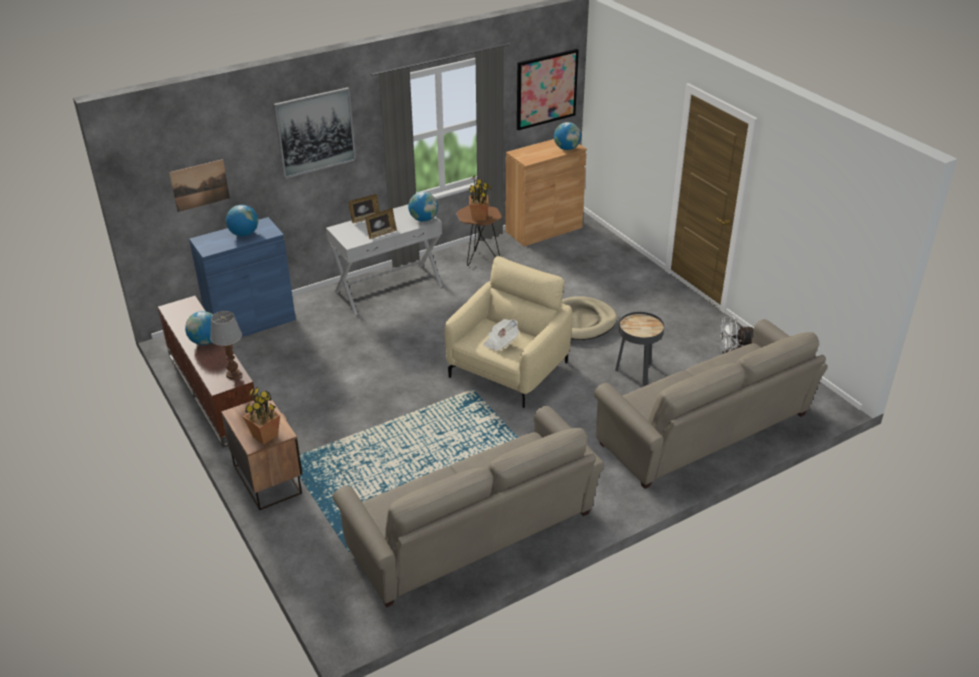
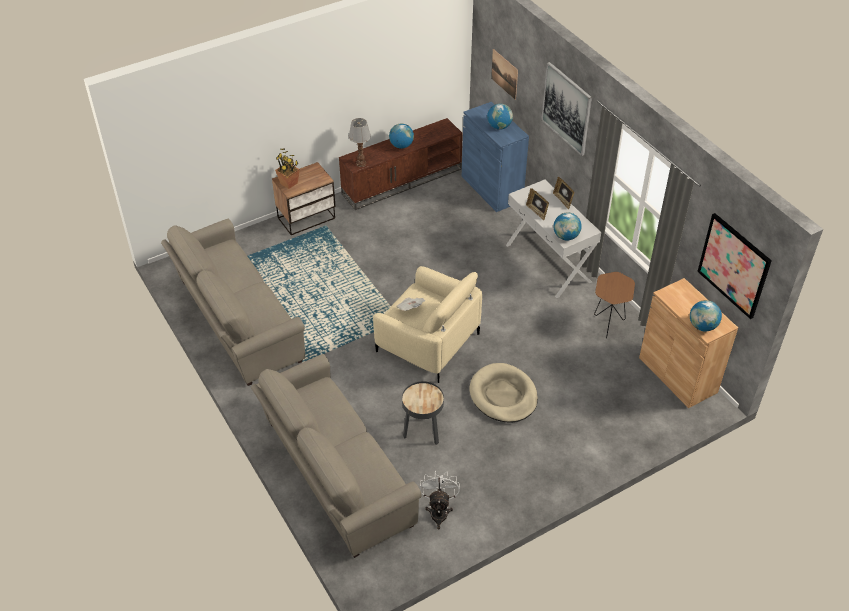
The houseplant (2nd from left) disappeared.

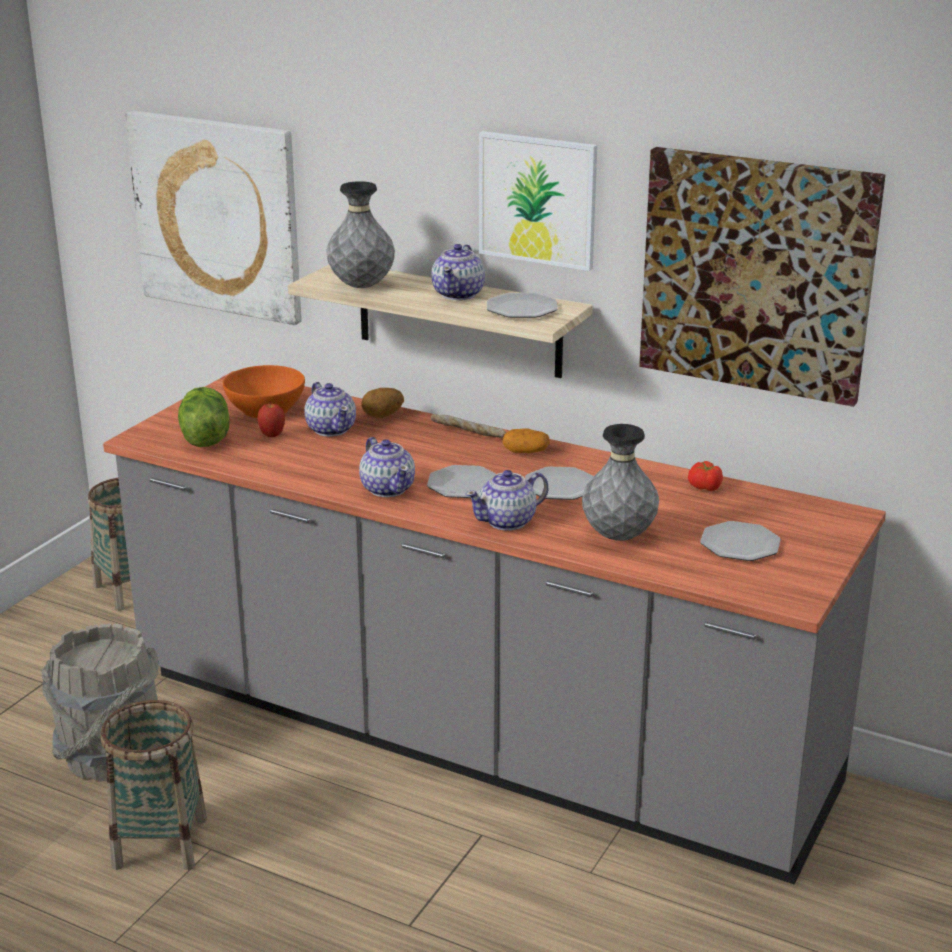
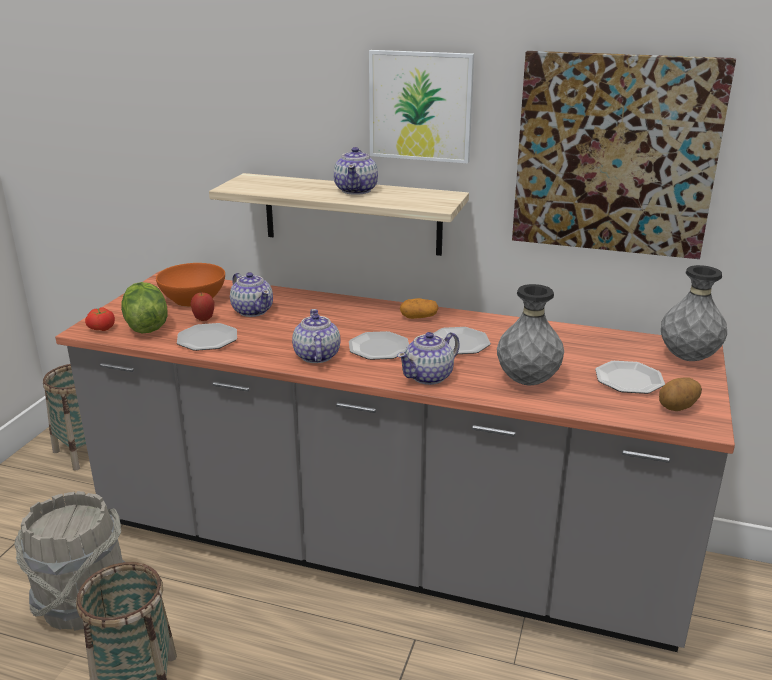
The whole tomato moved.
The dinner plate (2nd from left in the first image) moved.
The tea pot (2nd from left) turned 150 degrees counterclockwise.
The whole potato (1st from left in the first image) moved.
The gray flower vase (1st from left in the first image) moved.
The wall art (1st from left) disappeared.
The baked bread disappeared.

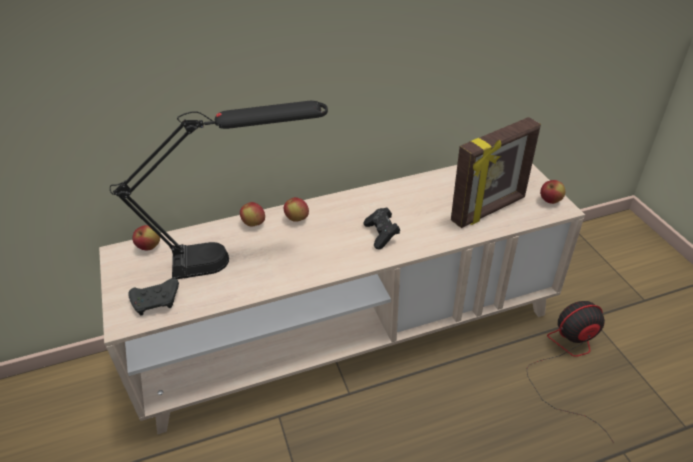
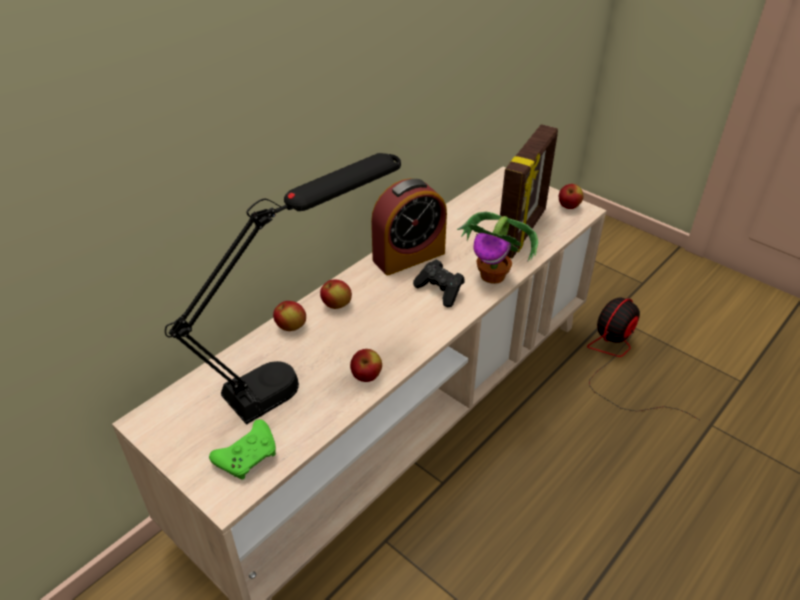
The black gamepad (1st from left) became the green gamepad.
The apple (1st from left in the first image) moved.
The table clock appeared.
The houseplant appeared.

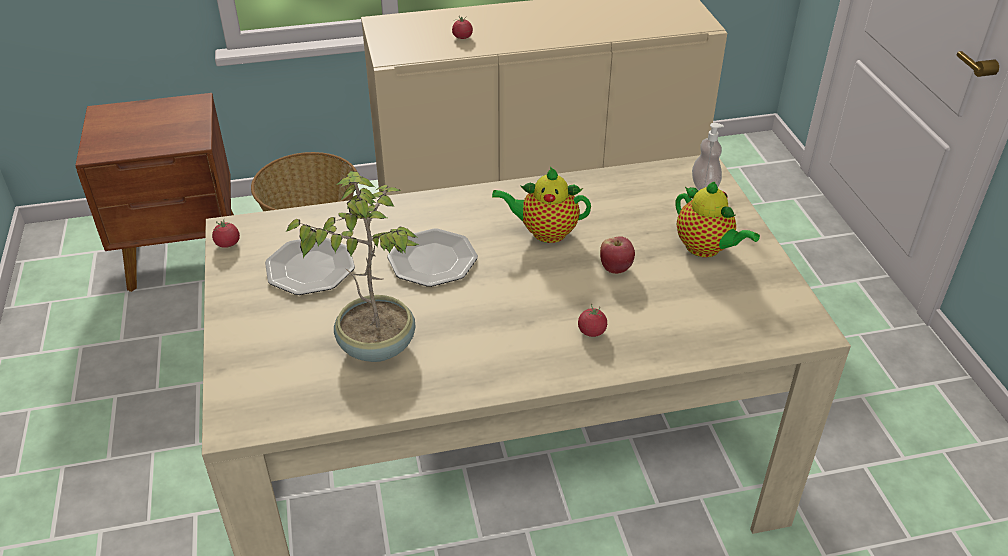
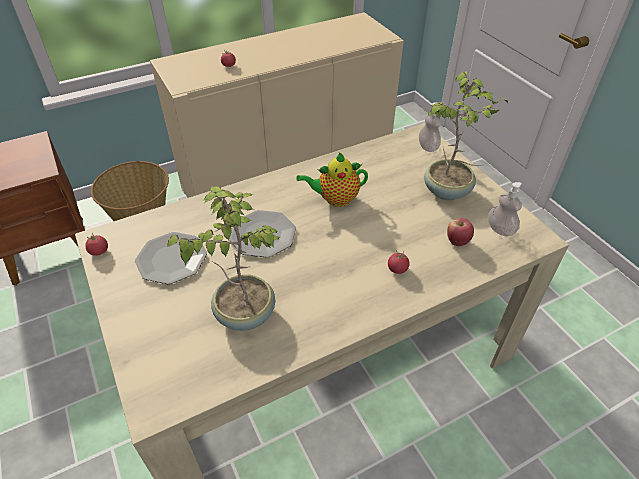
The tea pot (2nd from left) was replaced by the houseplant (2nd from left).
The apple moved.
The soap dispenser (2nd from left) appeared.

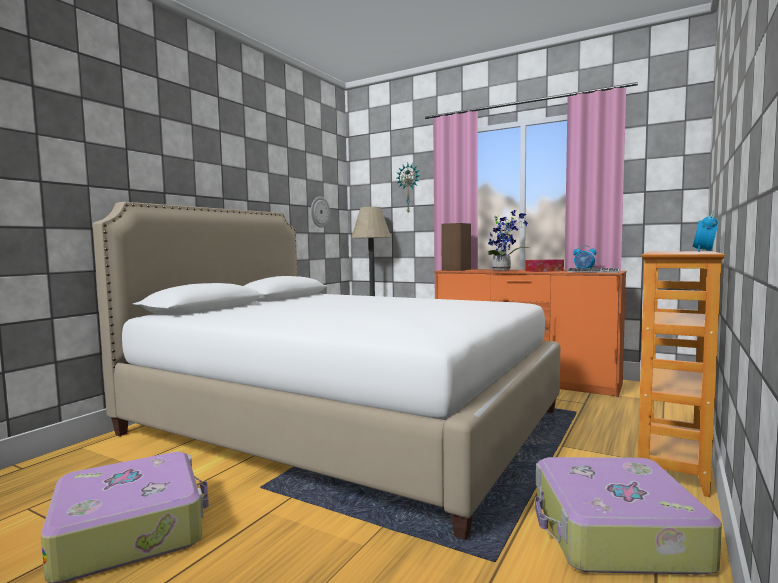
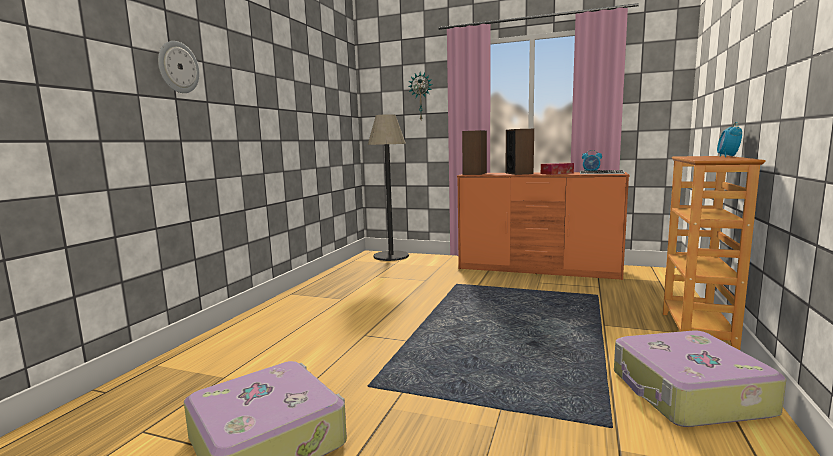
The clock on the wall (1st from left) moved.
The houseplant was replaced by the audio speaker (2nd from left).
The white bedroom bed disappeared.

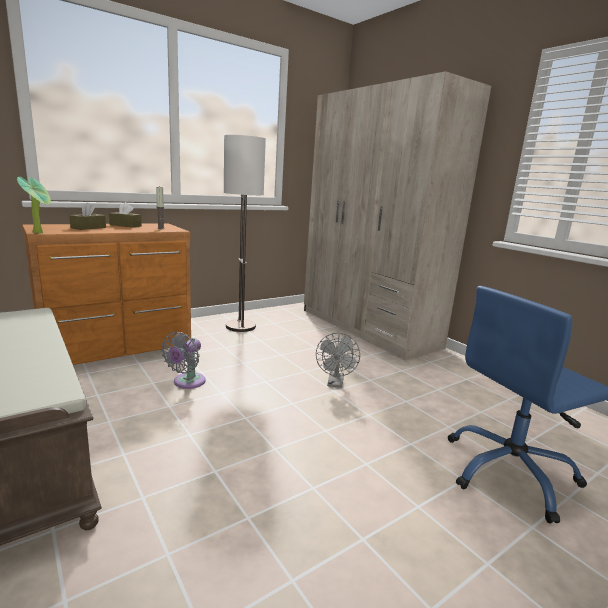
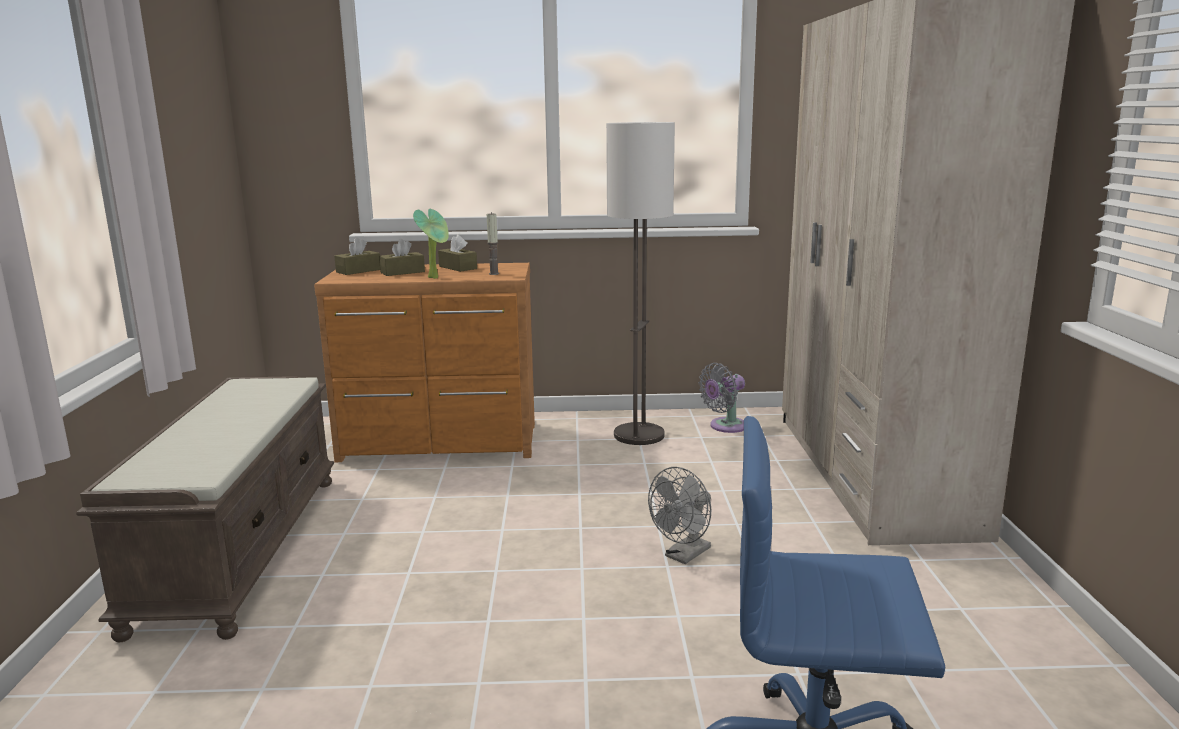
The brown-coloured box of tissues (1st from left) appeared.
The houseplant moved.
The gray electric fan (1st from left in the first image) moved.

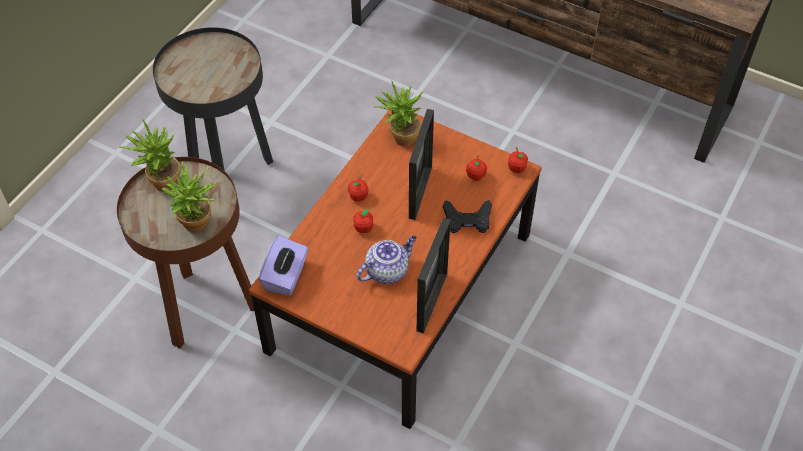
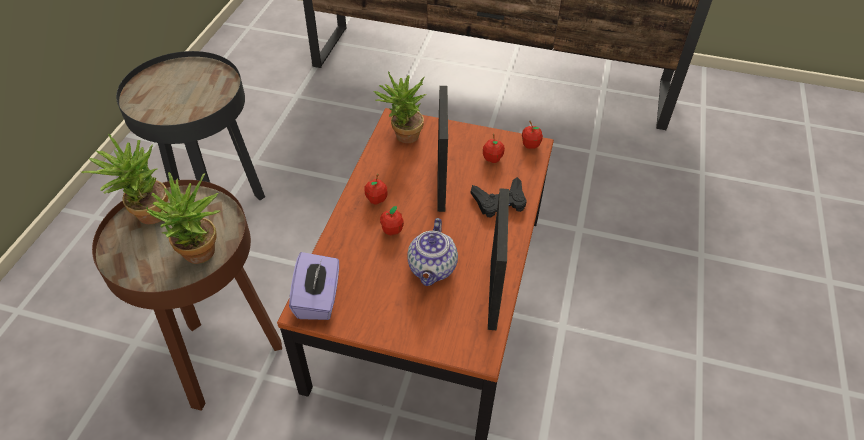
The tea pot turned 150 degrees clockwise.

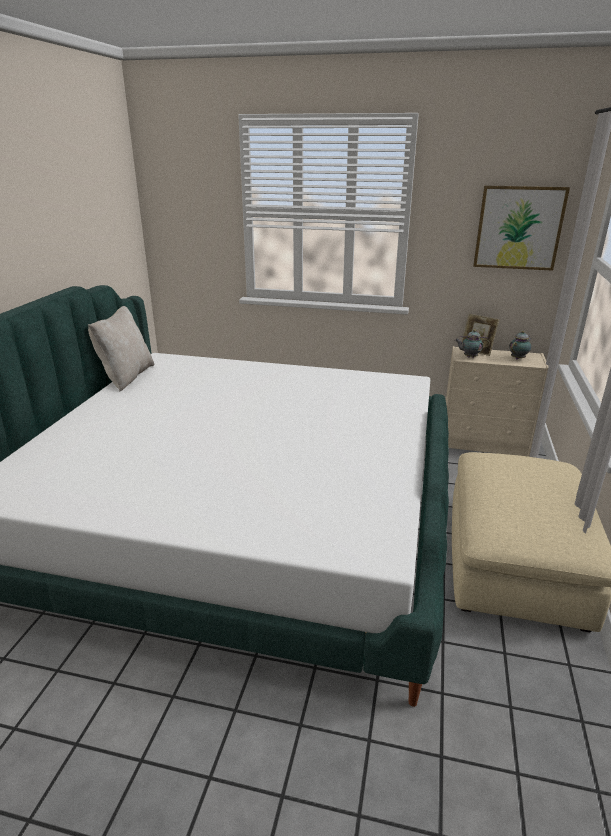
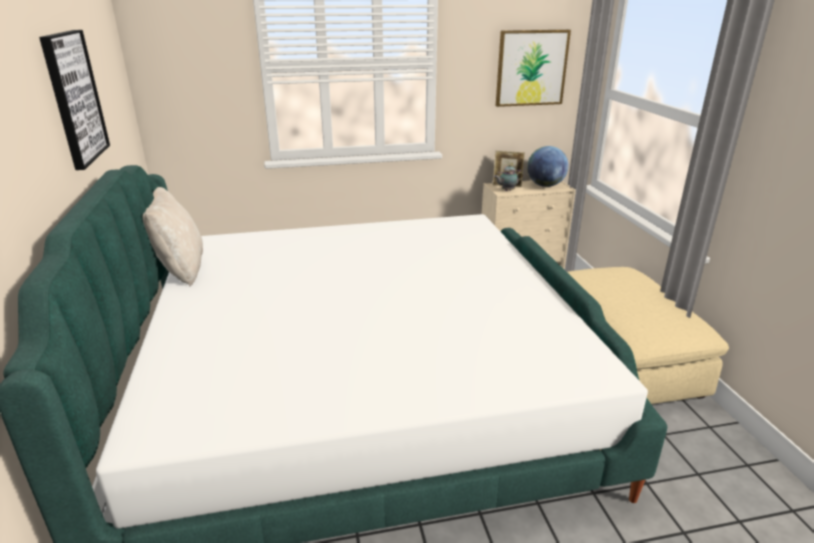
The wall art (1st from left) appeared.
The tea pot (2nd from left) was replaced by the world globe.

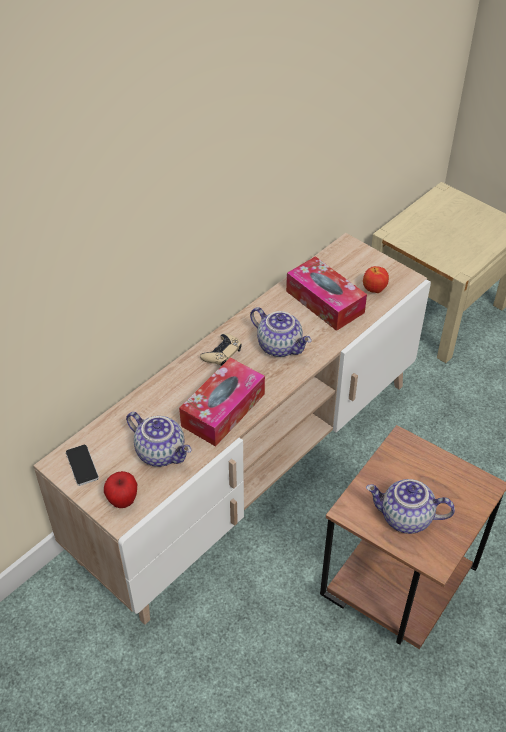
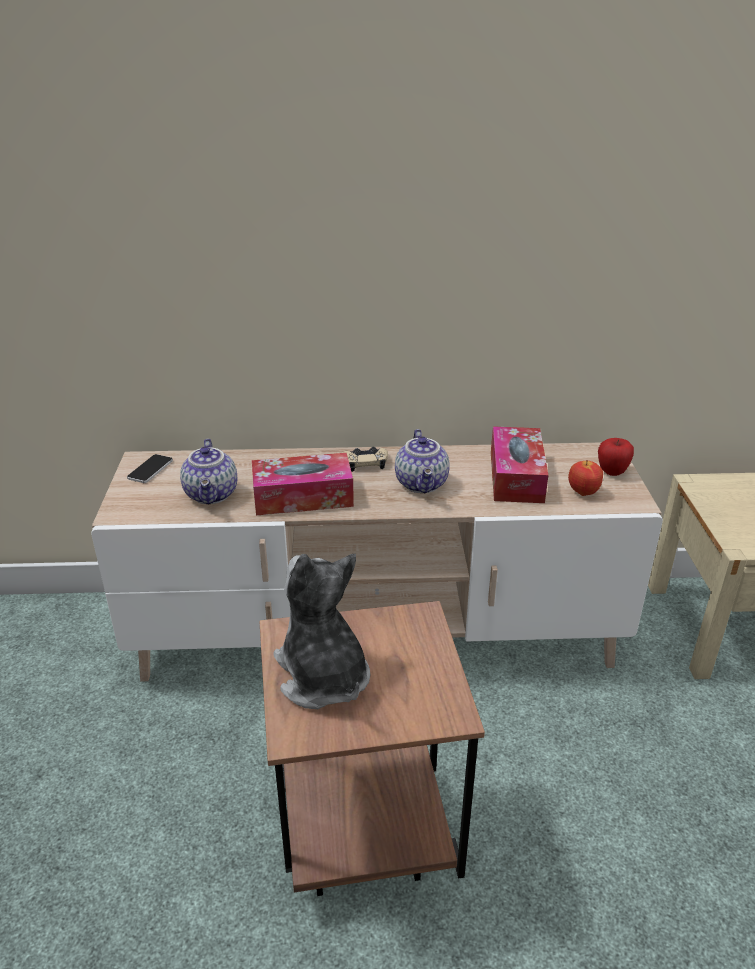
The tea pot (3rd from left) was replaced by the cuddly toy.
The apple (1st from left in the first image) moved.

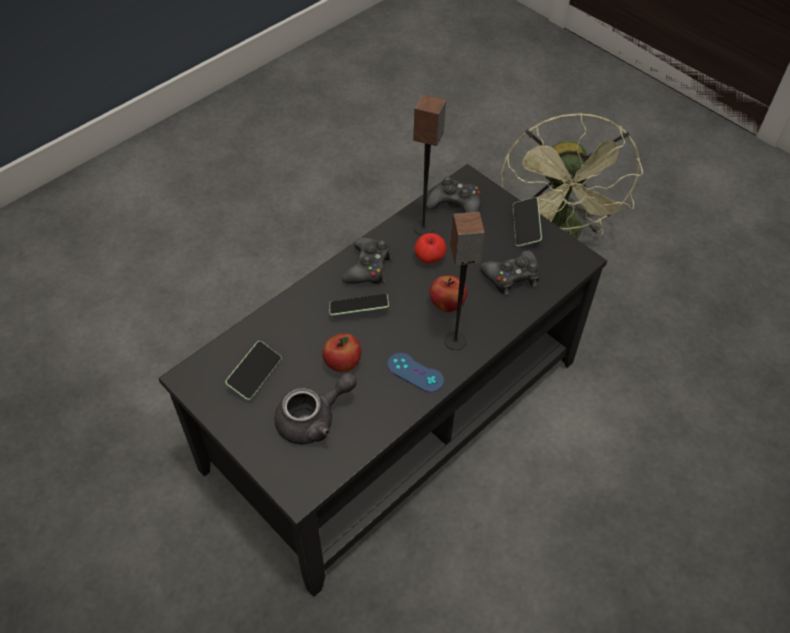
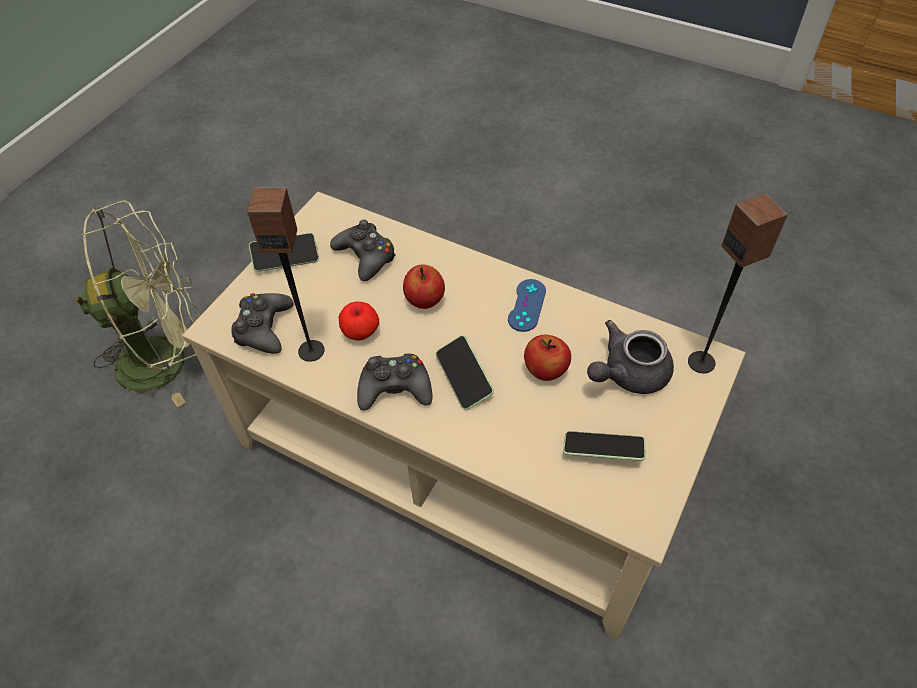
The black low table became the beige-coloured low table.
The gray tea pot turned 75 degrees counterclockwise.
The audio speaker (2nd from left) moved.

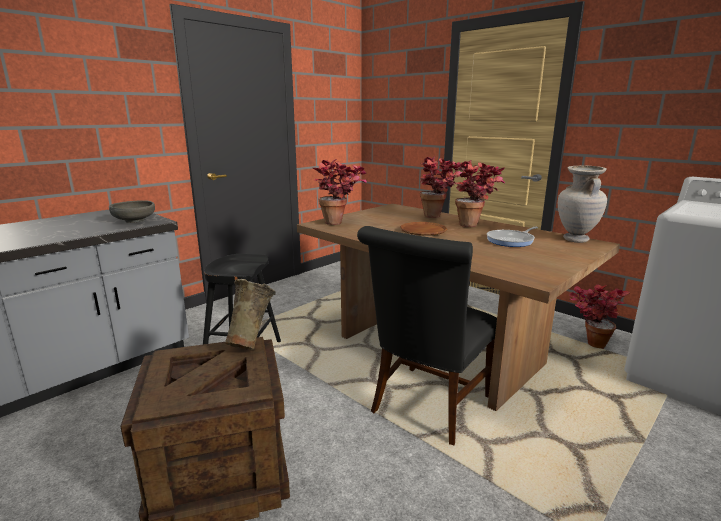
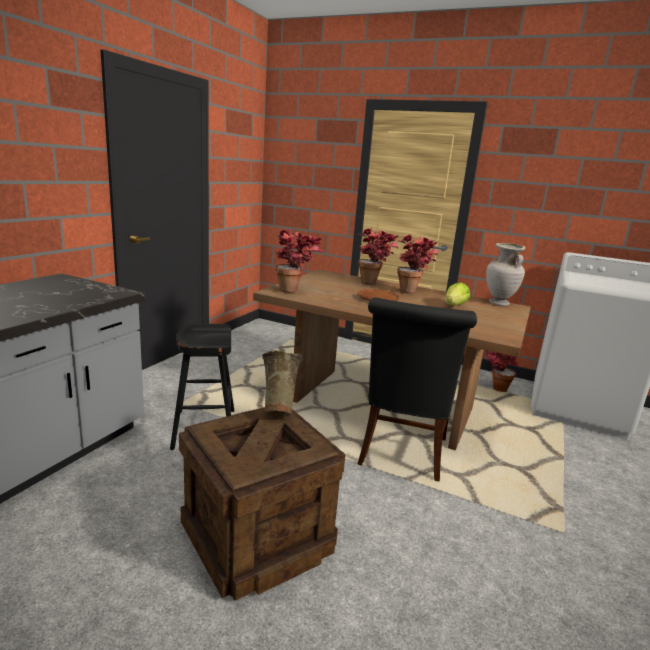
The frying pan was replaced by the lettuce.
The gray deep dish disappeared.

